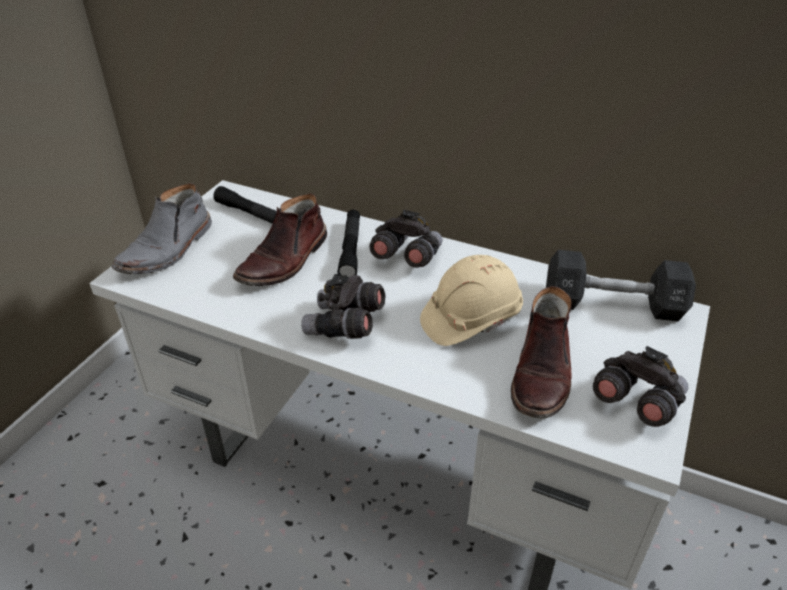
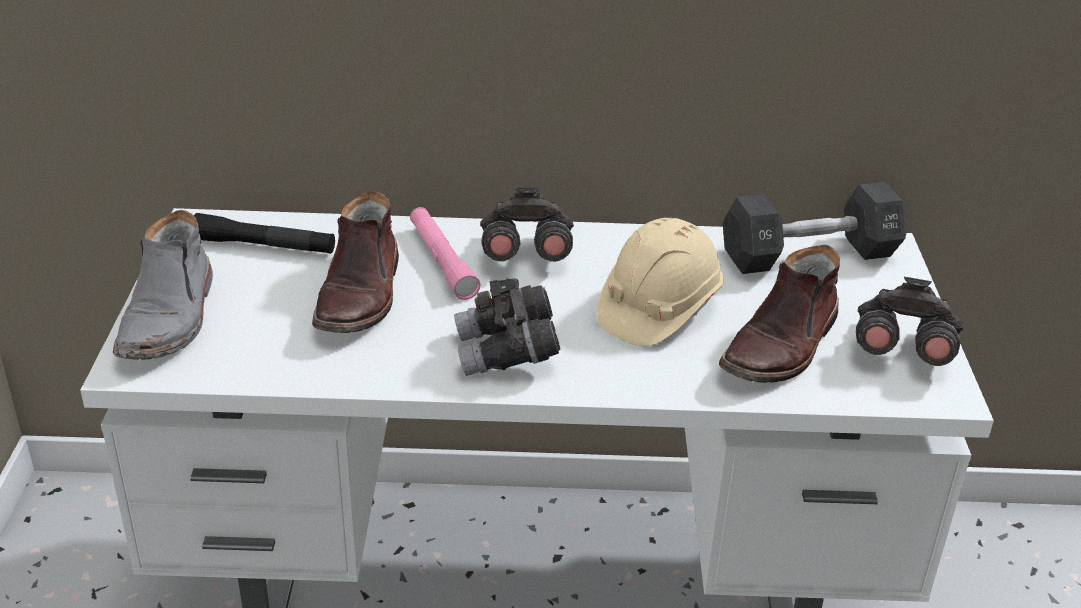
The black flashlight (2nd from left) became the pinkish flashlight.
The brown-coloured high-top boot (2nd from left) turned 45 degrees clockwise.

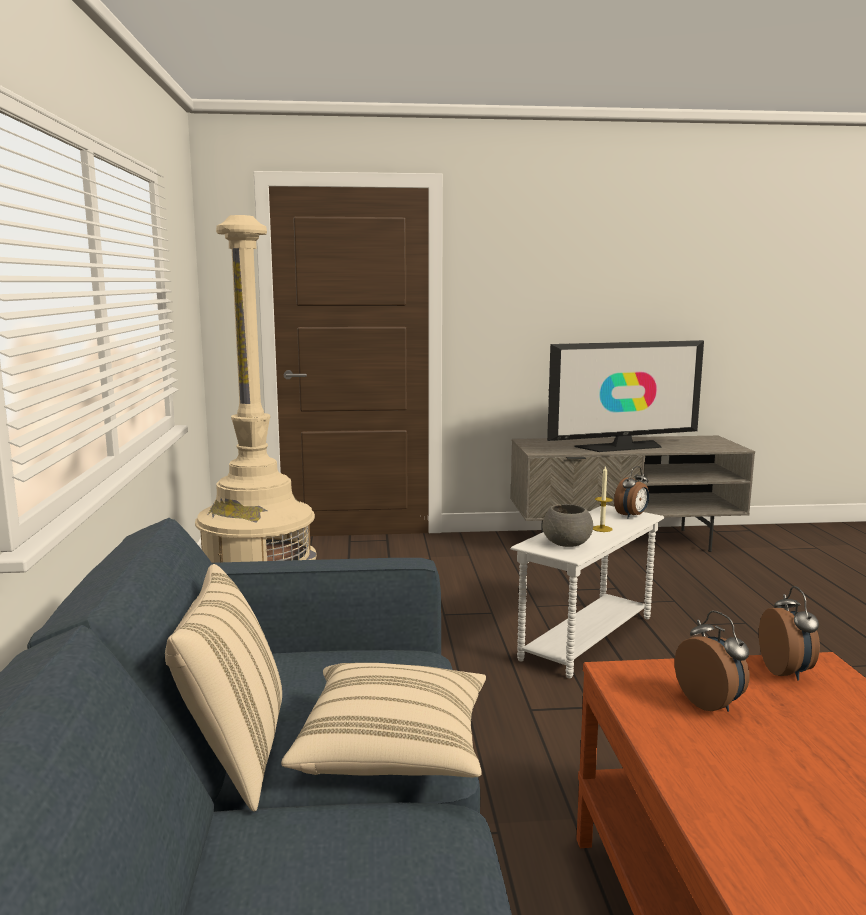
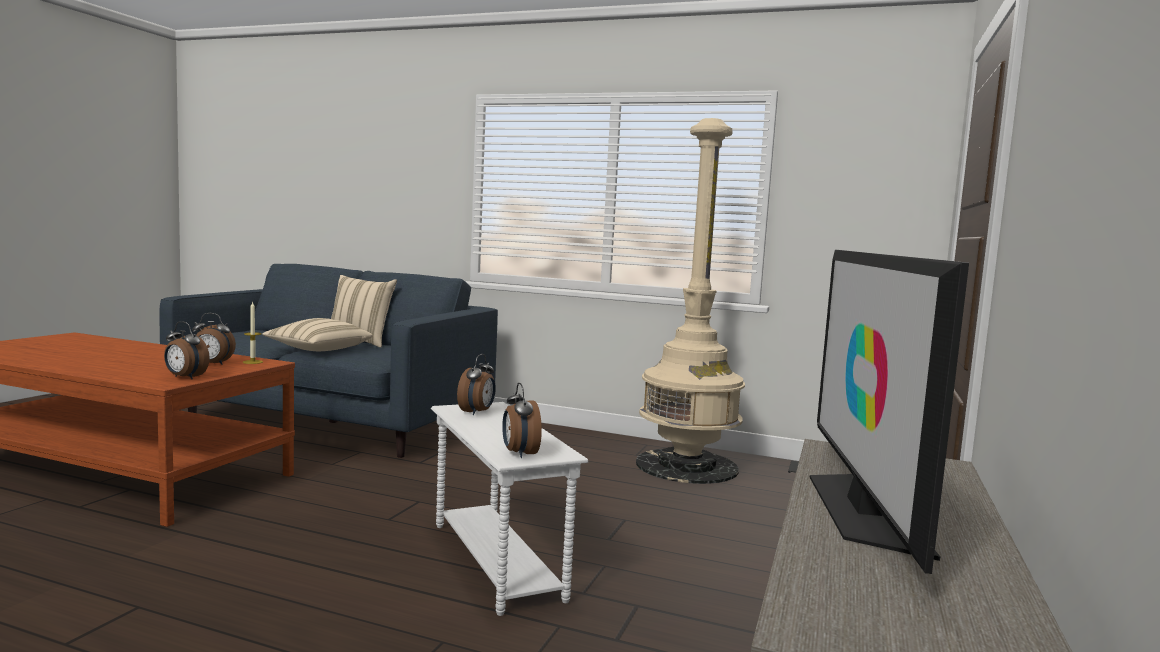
The wax candle moved.
The gray deep dish was replaced by the table clock (3rd from left).

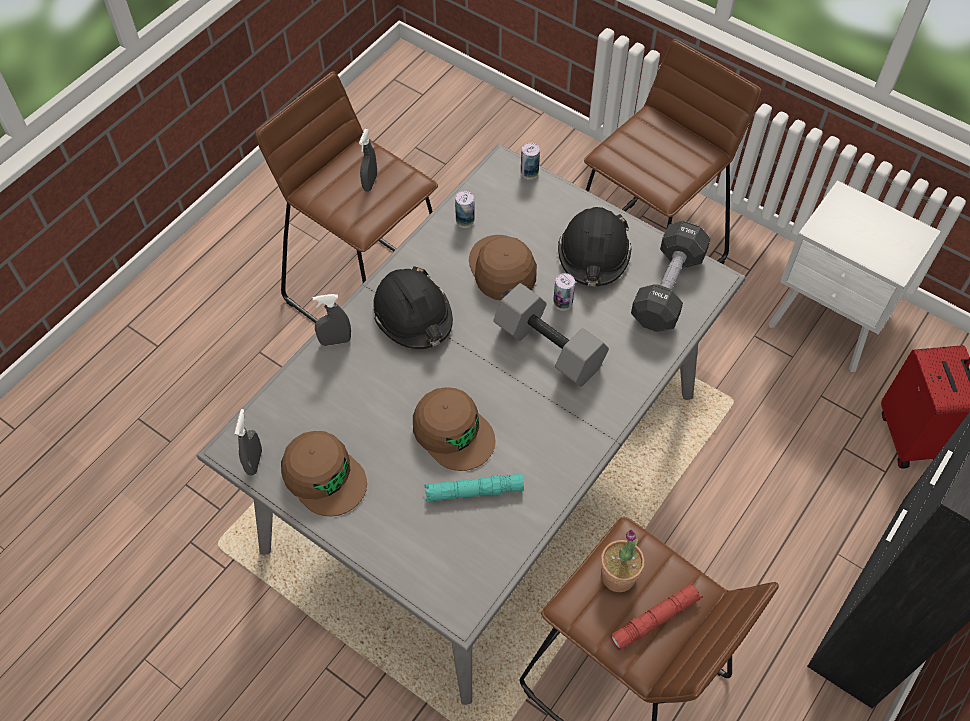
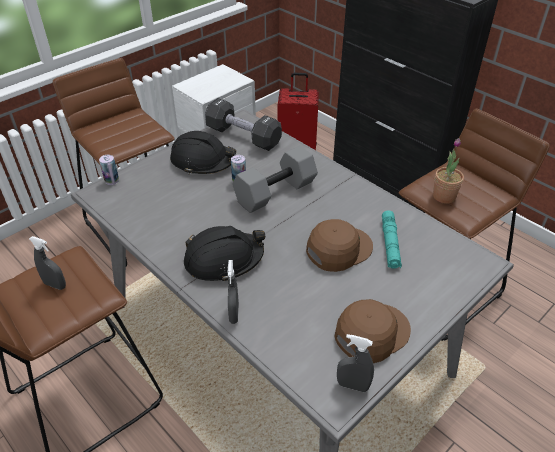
The sealed can (1st from left) disappeared.
The brown-coloured baseball cap (3rd from left) disappeared.
The red-coloured flashlight disappeared.

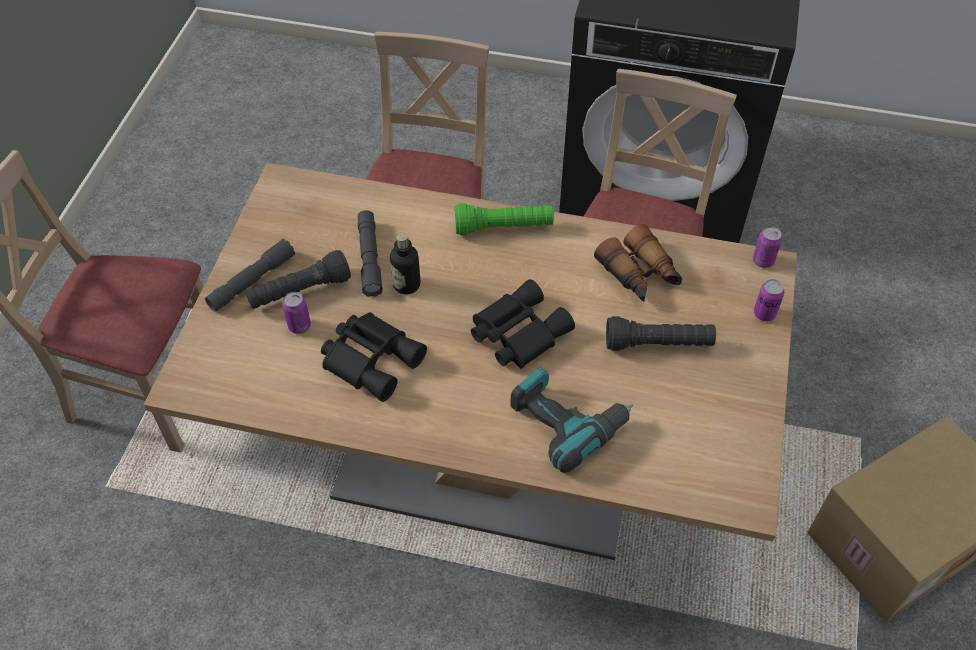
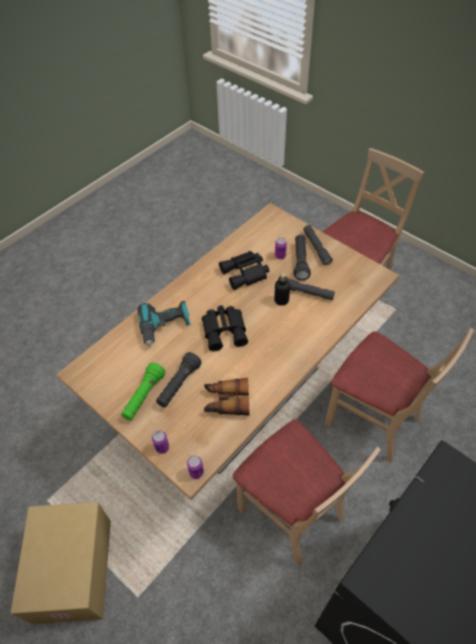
The green flashlight moved.

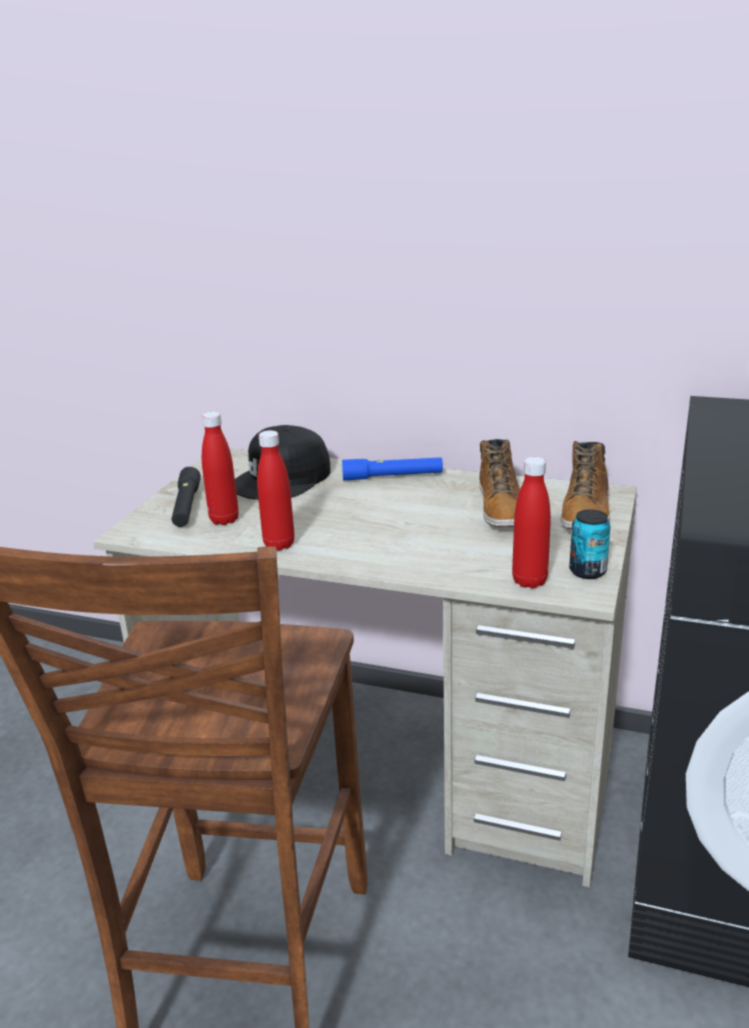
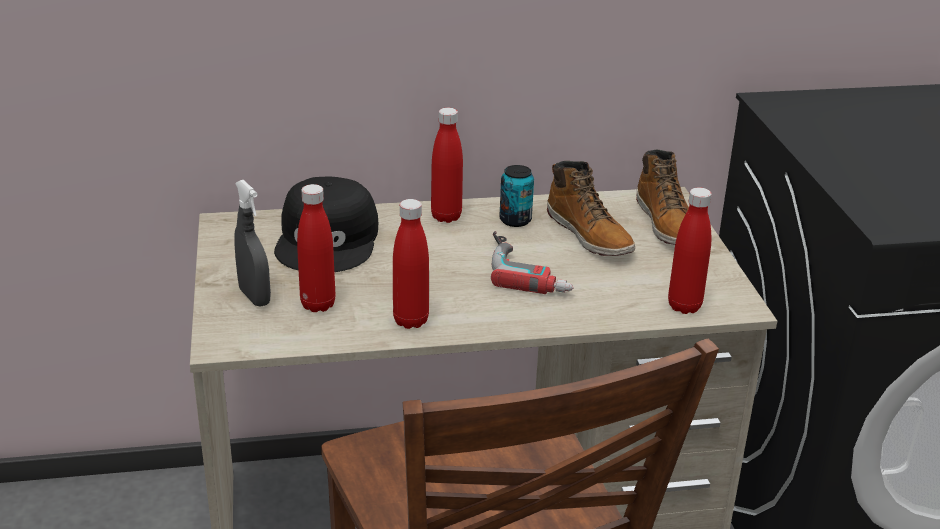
The black flashlight was replaced by the gray hand sprayer.
The blue flashlight was replaced by the red-coloured drink bottle (3rd from left).
The power drill appeared.
The sealed can moved.

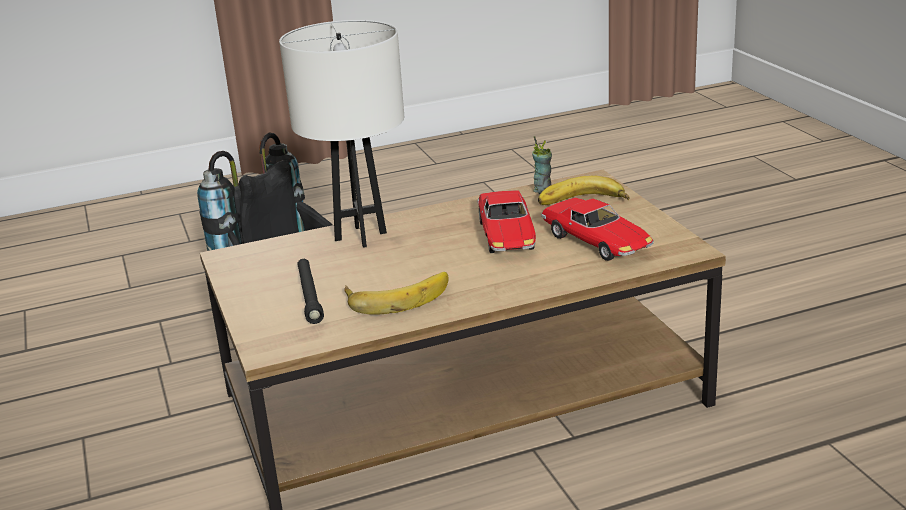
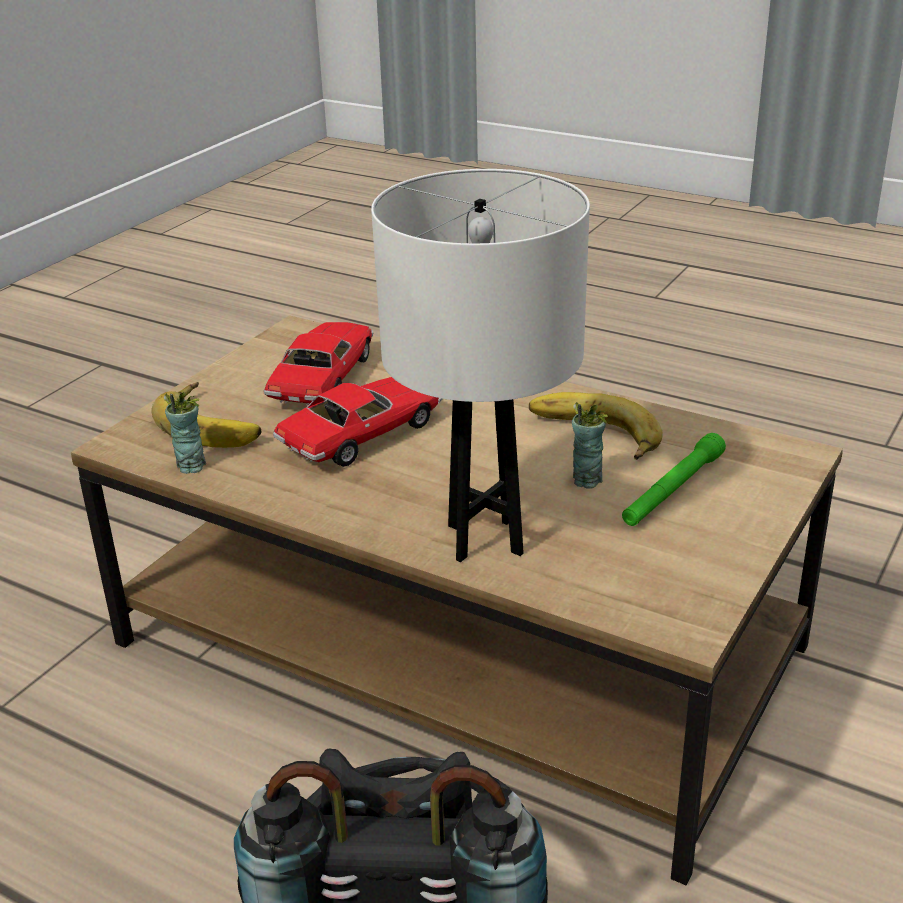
The drinking cup (2nd from left) appeared.
The black flashlight became the green flashlight.

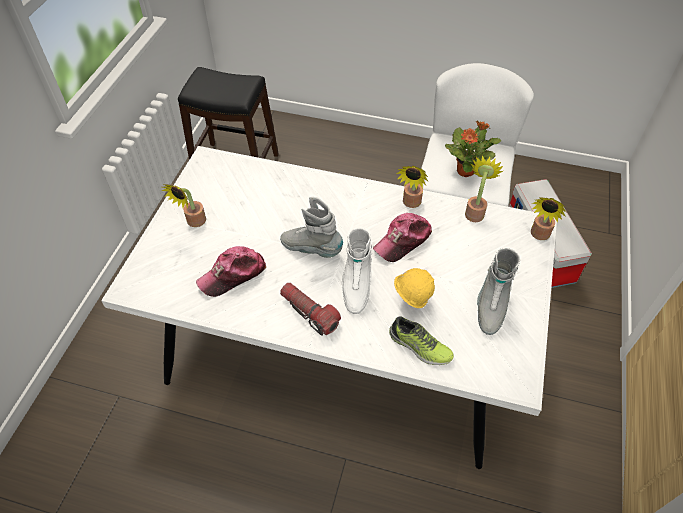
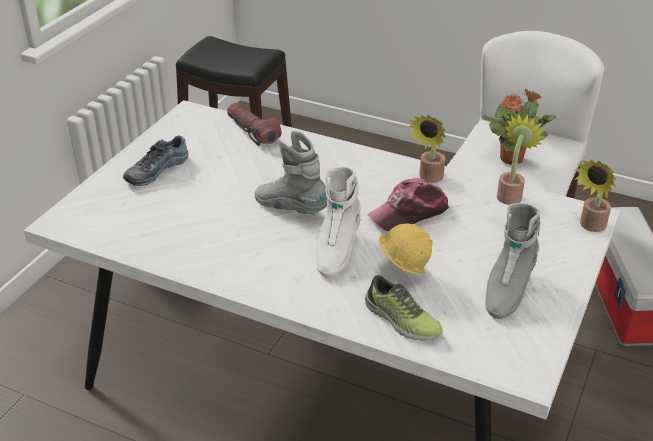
The houseplant (1st from left) was replaced by the item of footwear (1st from left).
The flashlight moved.
The baseball cap (1st from left) disappeared.

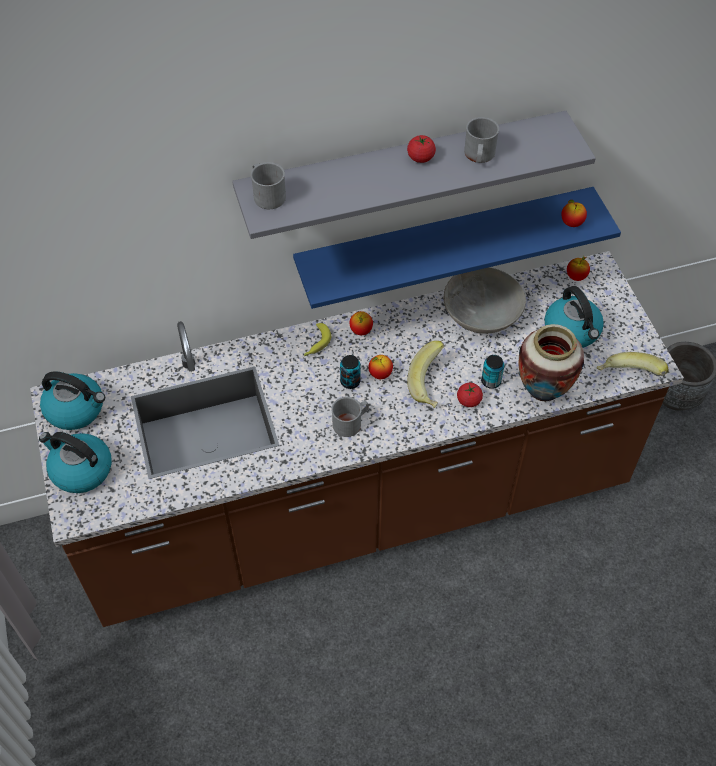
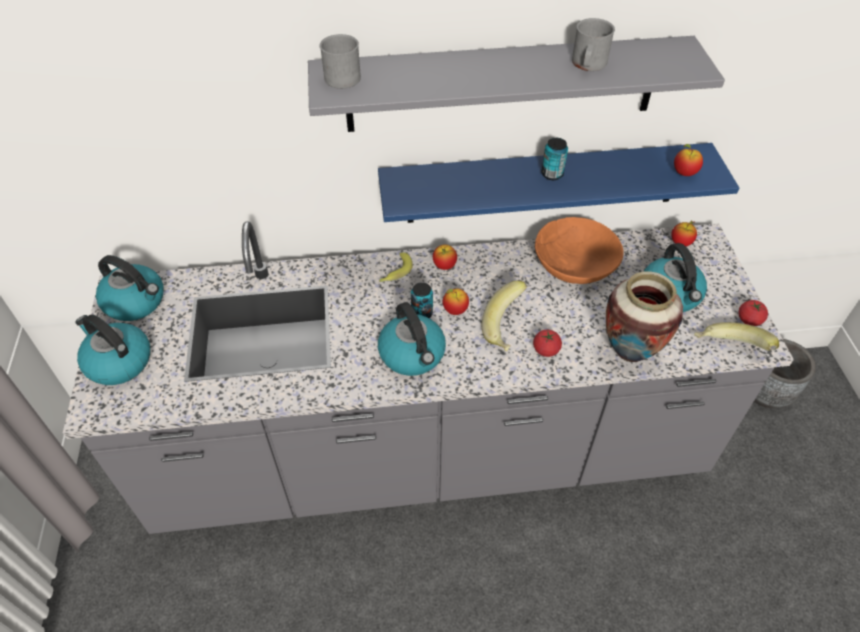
The brown-coloured kitchen base unit became the gray kitchen base unit.
The gray mug (2nd from left) was replaced by the kettle (3rd from left).
The gray deep dish became the orange-coloured deep dish.
The sealed can (2nd from left) moved.
The whole tomato (1st from left in the first image) moved.

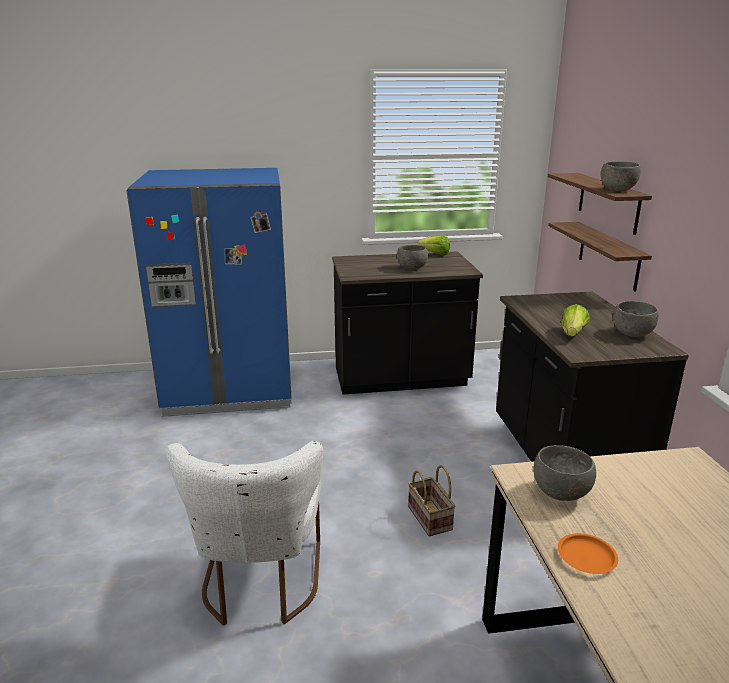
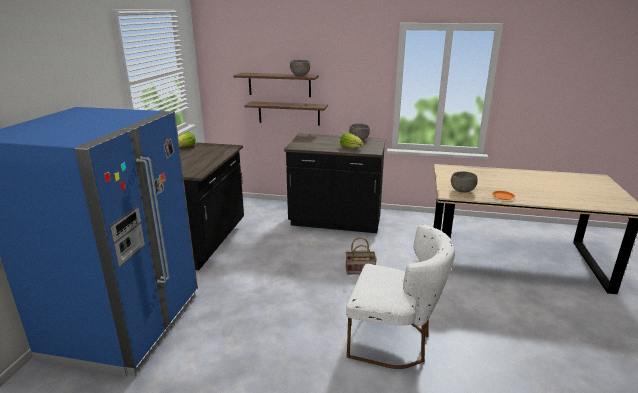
The gray deep dish (1st from left) disappeared.

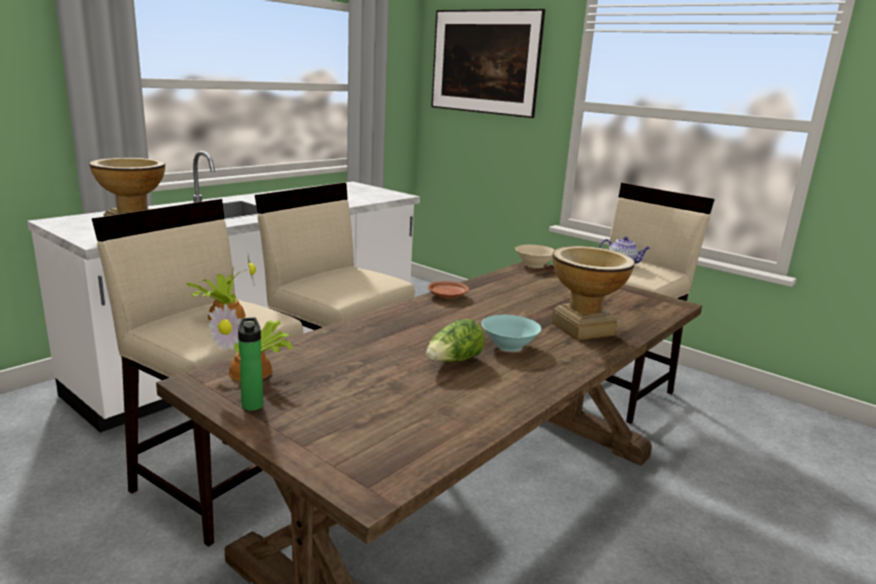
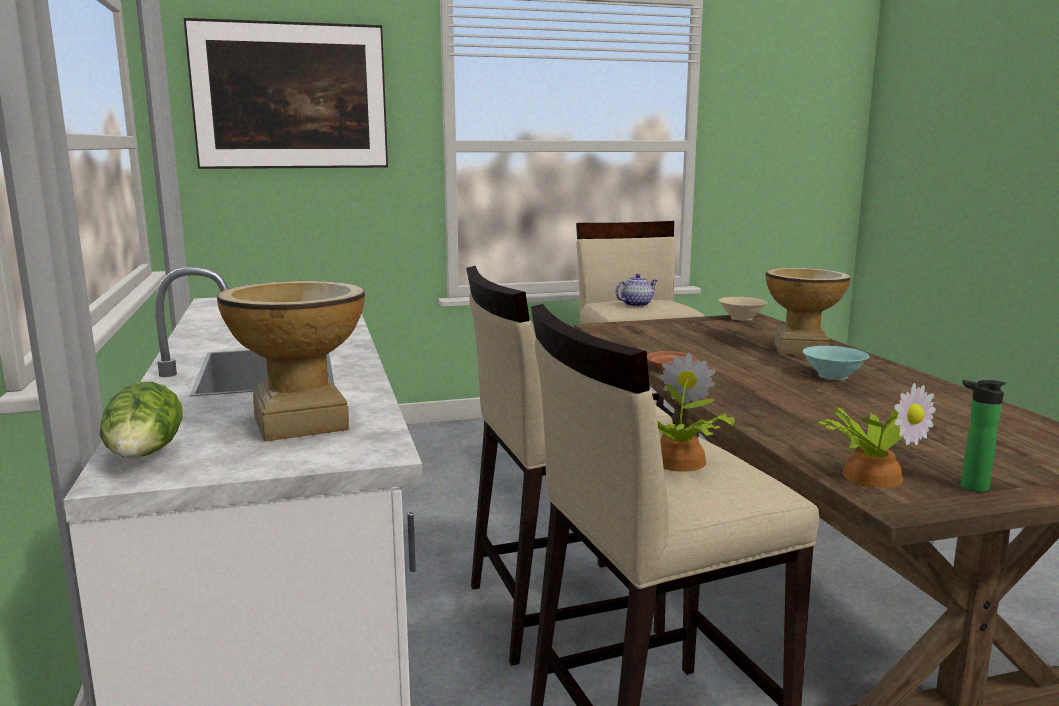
The lettuce moved.
The beige-coloured deep dish moved.

